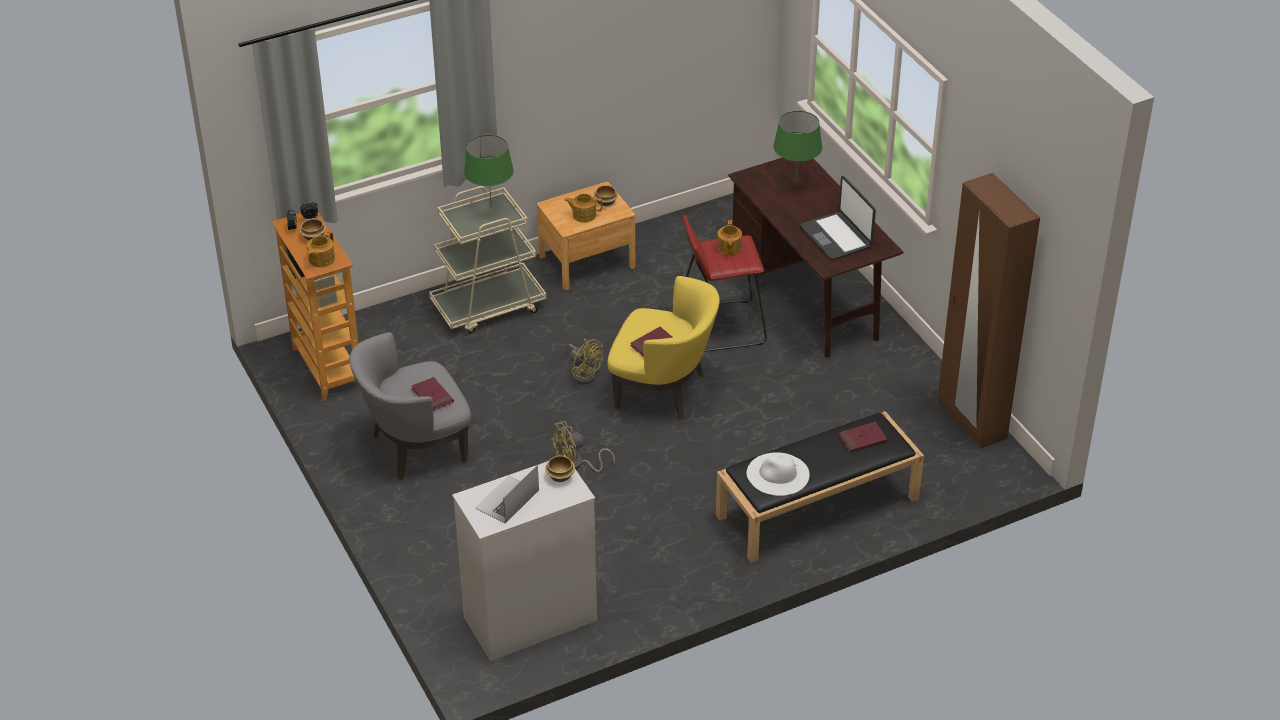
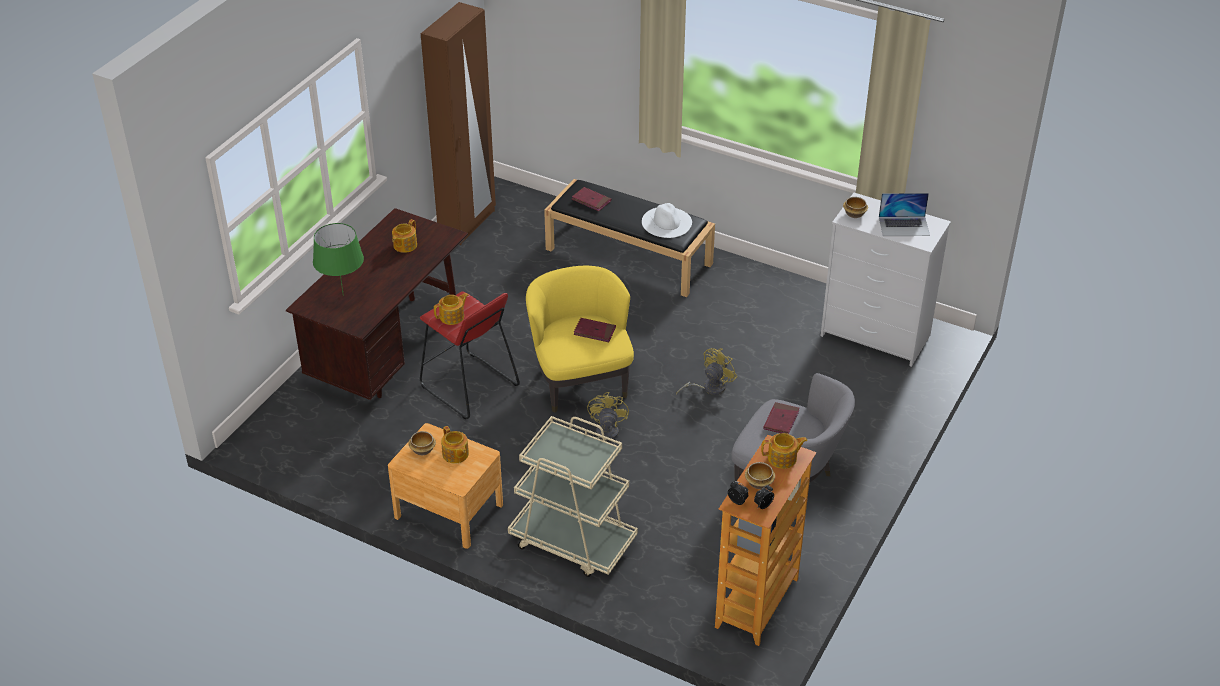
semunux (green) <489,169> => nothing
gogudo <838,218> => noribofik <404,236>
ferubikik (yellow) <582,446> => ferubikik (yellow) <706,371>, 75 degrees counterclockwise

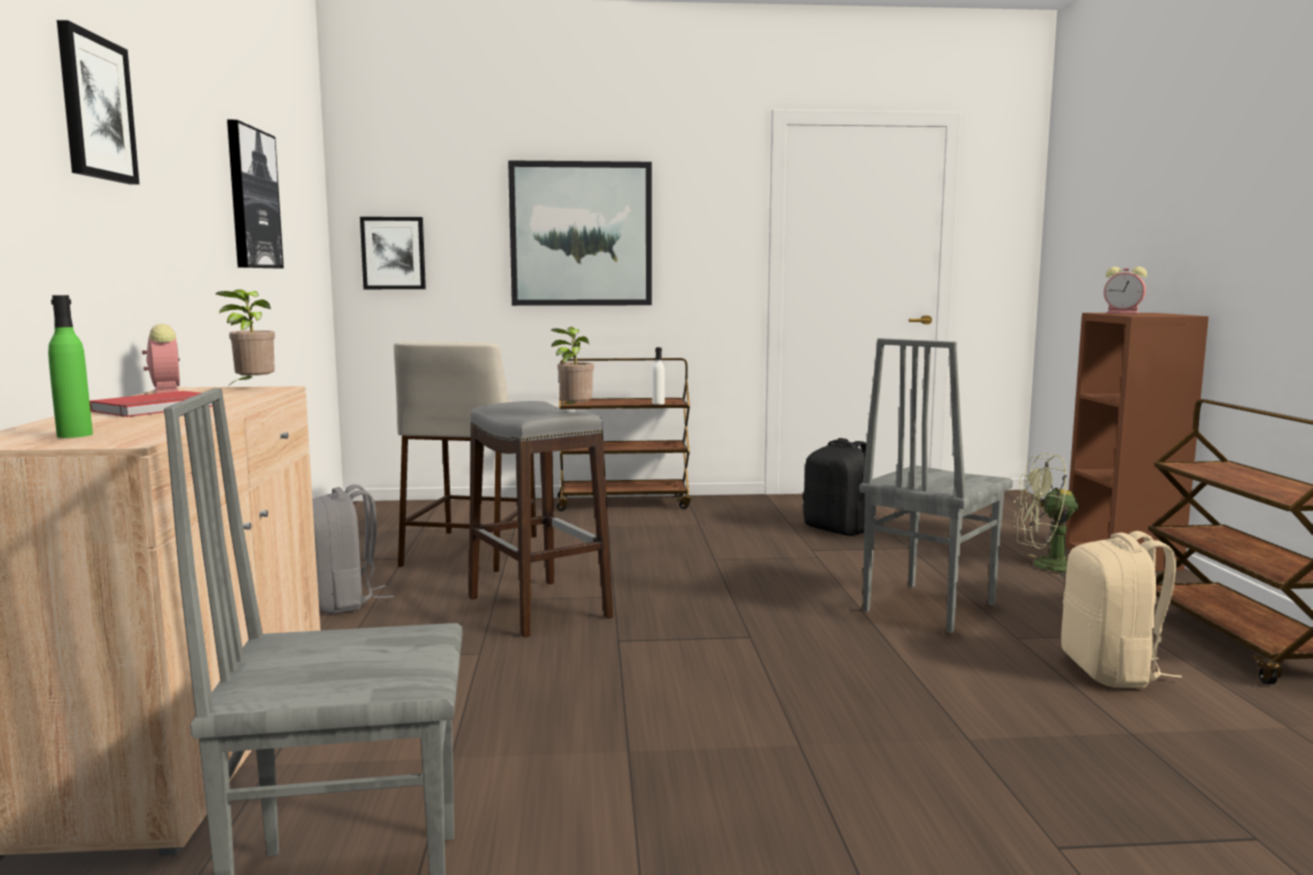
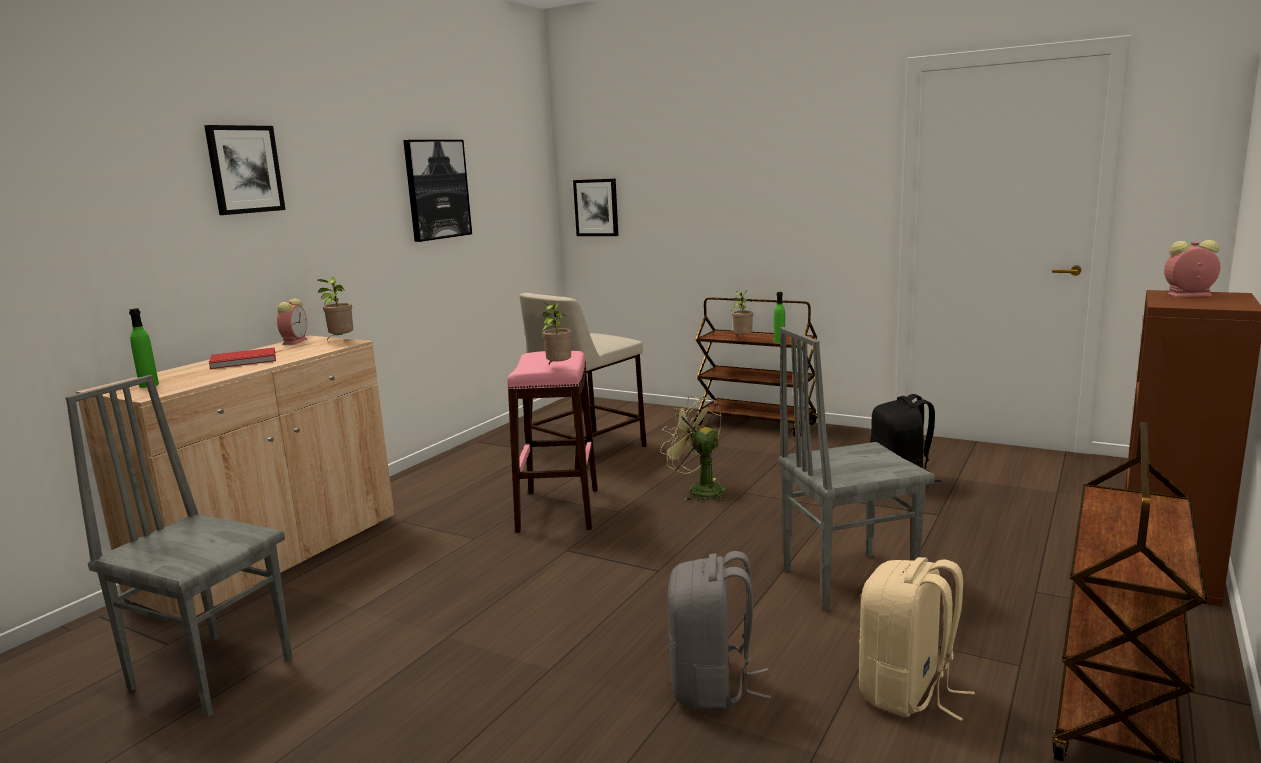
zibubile <580,233> => nothing
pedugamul <1125,290> => pedugamul <1192,268>, 120 degrees clockwise
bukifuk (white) <658,375> => bukifuk (green) <779,317>
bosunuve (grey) <541,519> => bosunuve (pink) <552,442>
ferubikik (green) <1046,515> => ferubikik (green) <693,448>, moved
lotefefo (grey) <353,549> => lotefefo (grey) <719,631>, moved
nothing => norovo <742,313>

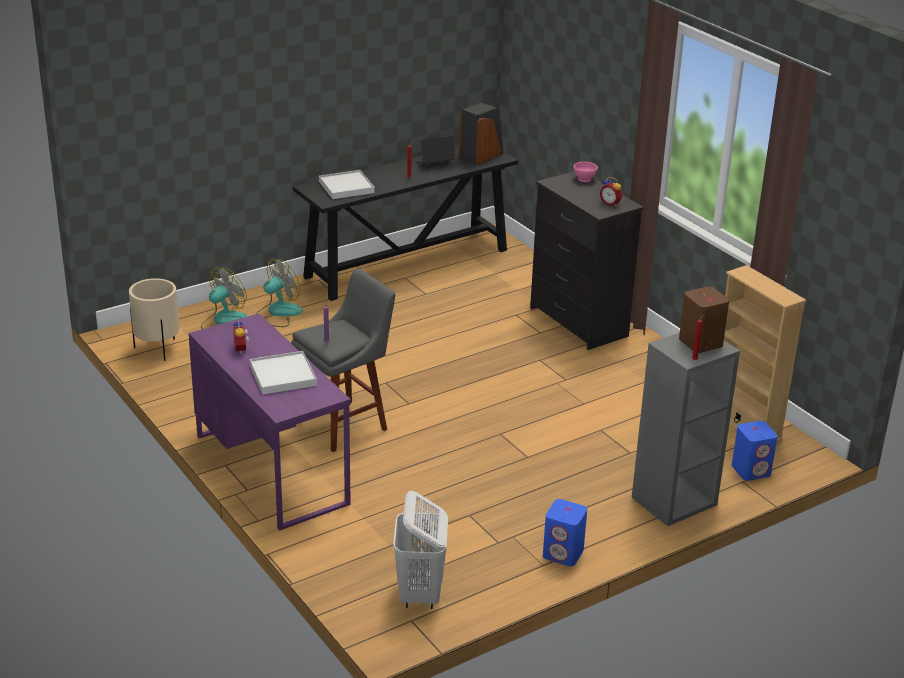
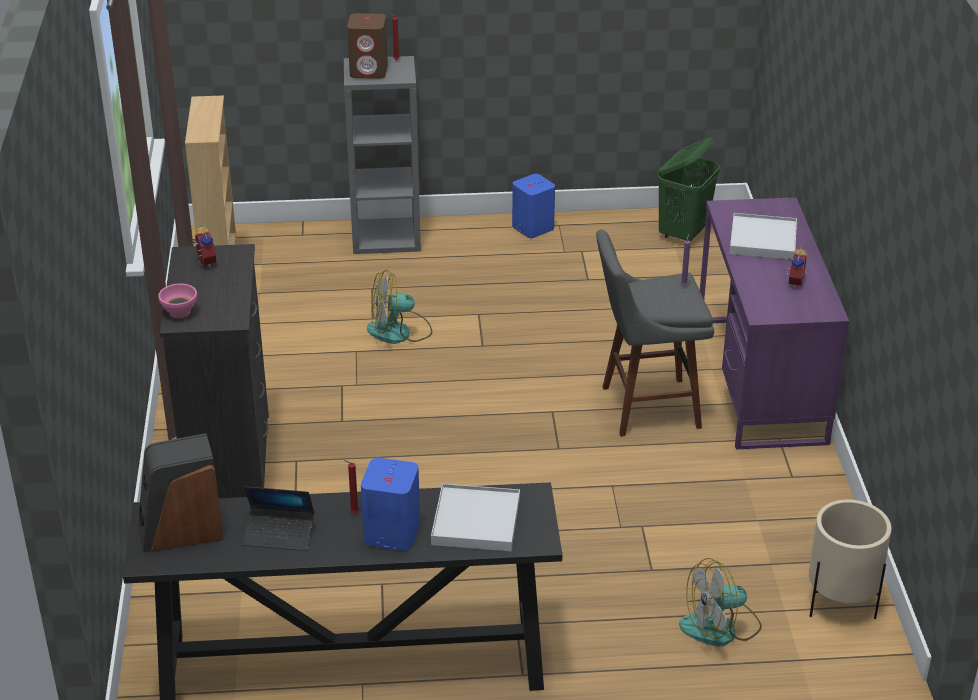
ferubikik <280,293> => ferubikik <400,307>, moved
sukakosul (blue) <754,451> => sukakosul (blue) <390,504>, moved
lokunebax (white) <420,550> => lokunebax (green) <688,189>

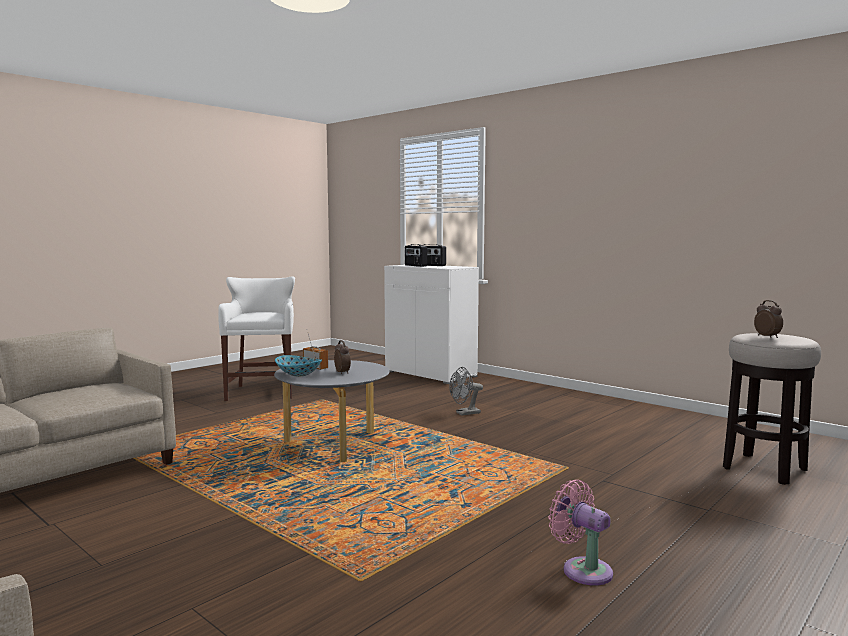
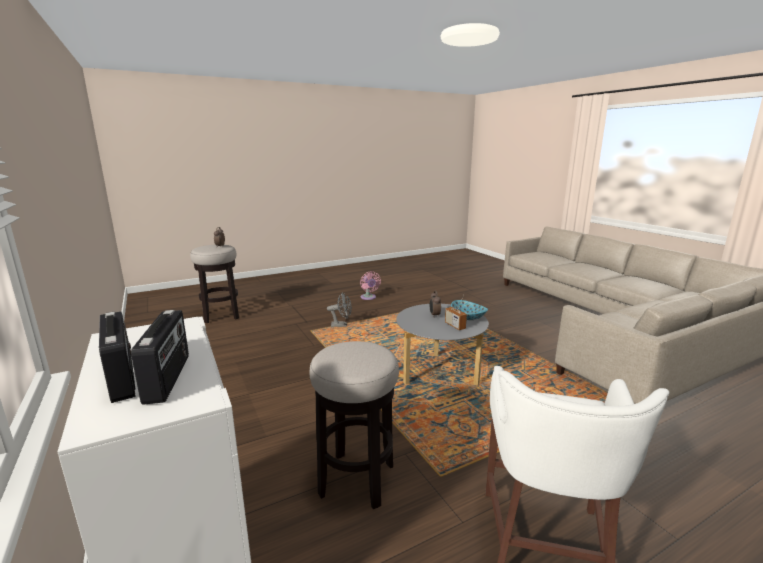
ferubikik (grey) <466,391> => ferubikik (grey) <339,309>, moved
nothing => bosunuve <354,425>

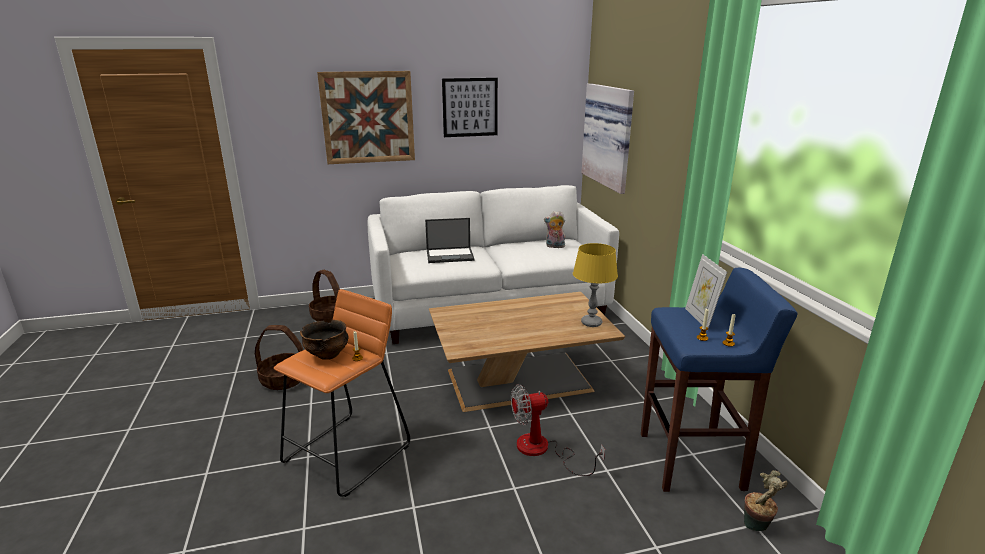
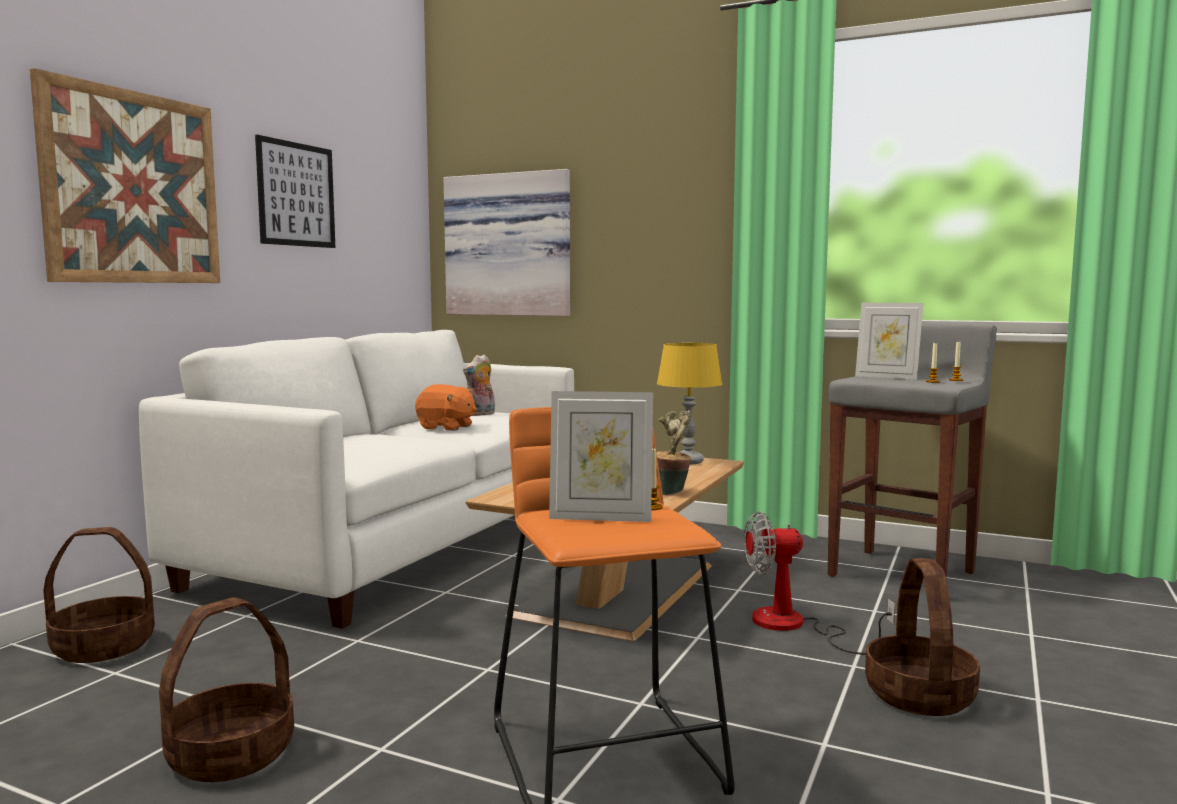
gogudo <449,240> => nothing
bosunuve (blue) <719,380> => bosunuve (grey) <912,449>
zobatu <324,340> => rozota <601,456>
ferubikik <558,430> => ferubikik <819,583>, 60 degrees clockwise
norovo <766,500> => norovo <674,452>, moved
nothing => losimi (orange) <446,407>
nothing => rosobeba <922,637>

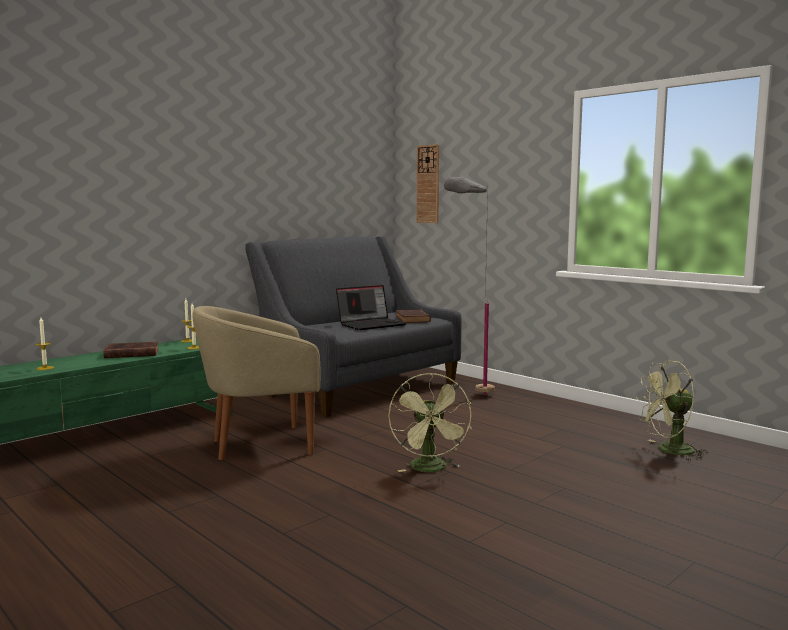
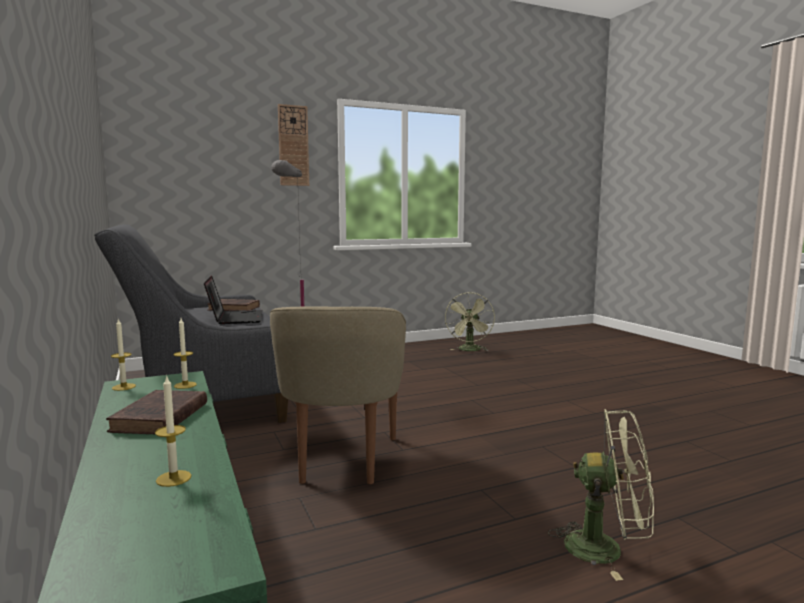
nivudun <427,183> => nivudun <293,145>, moved
ferubikik (green) <429,422> => ferubikik (green) <601,495>, moved

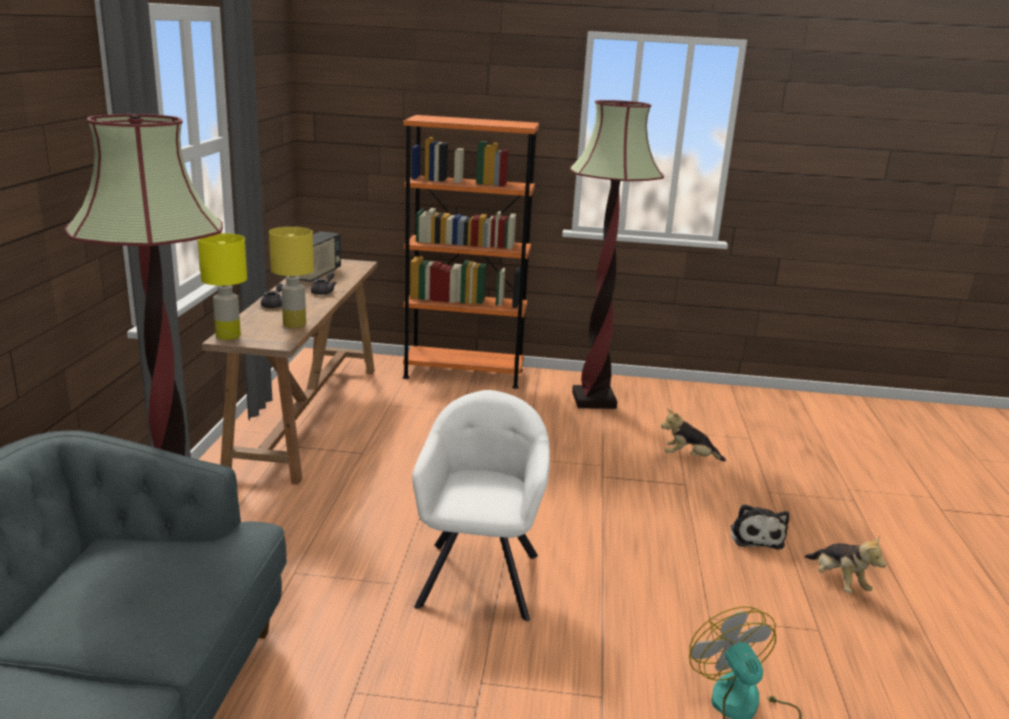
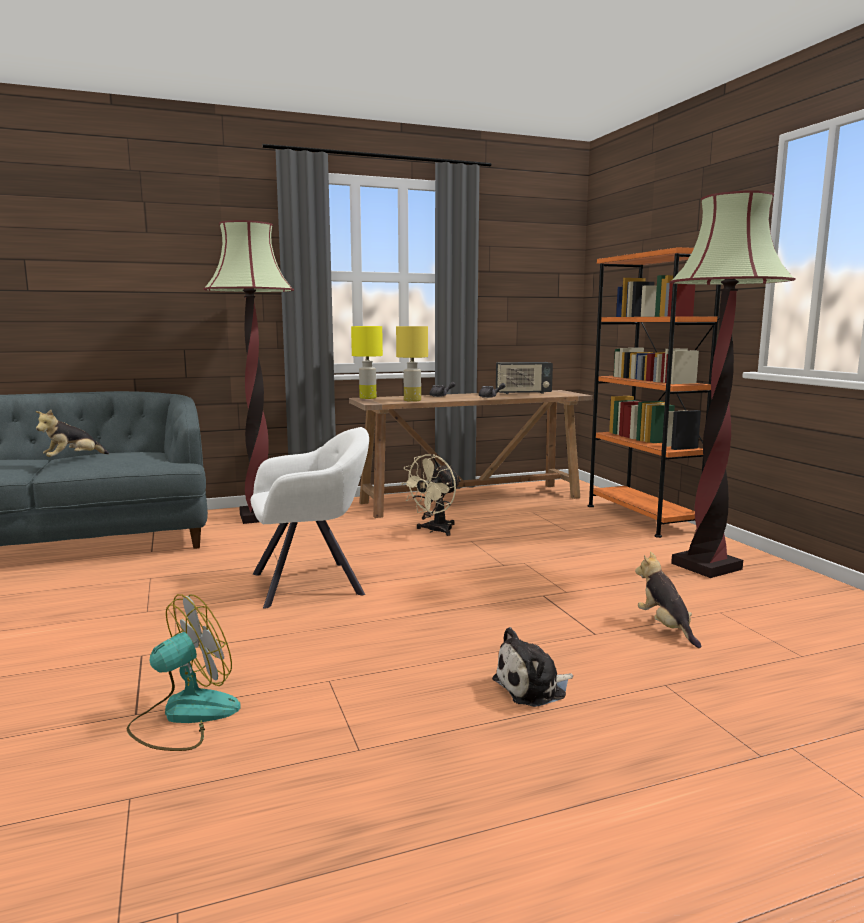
losimi <845,564> => losimi <72,433>, moved
nothing => ferubikik (beige) <431,495>

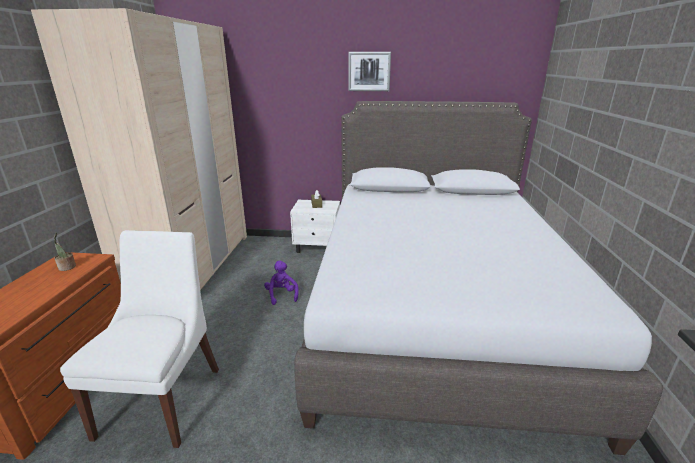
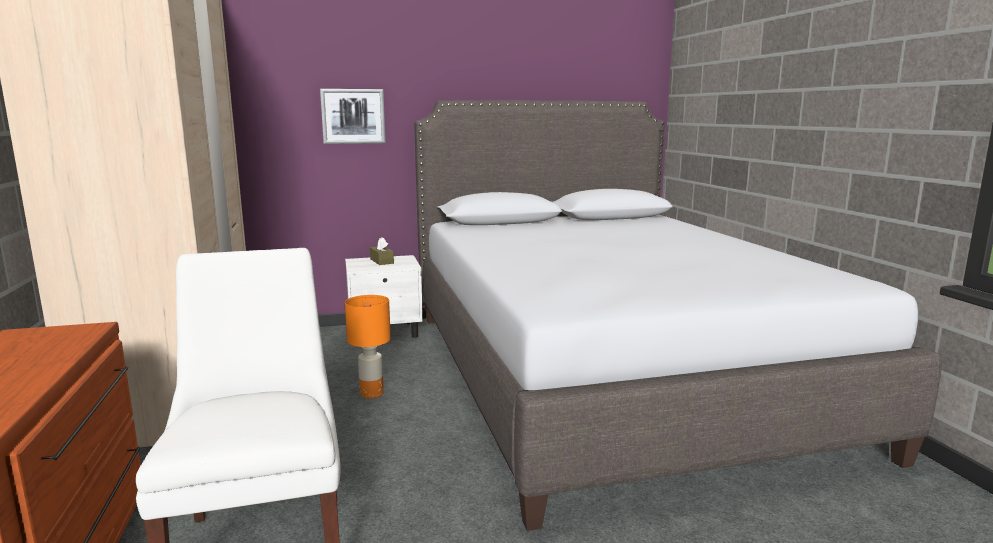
zibubile <369,71> => zibubile <353,116>, moved
norovo <65,251> => nothing
losimi (purple) <281,282> => semunux (orange) <368,347>

